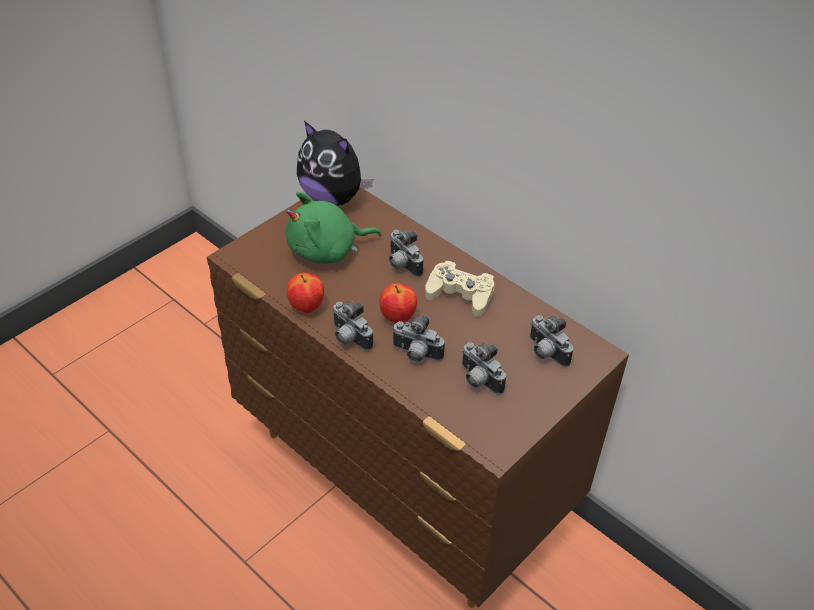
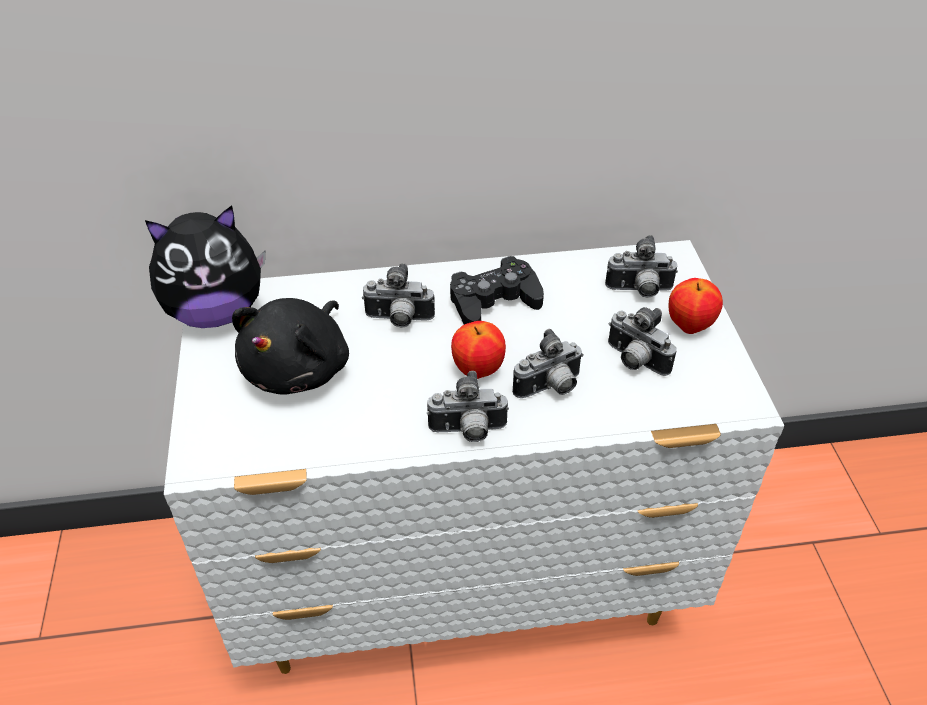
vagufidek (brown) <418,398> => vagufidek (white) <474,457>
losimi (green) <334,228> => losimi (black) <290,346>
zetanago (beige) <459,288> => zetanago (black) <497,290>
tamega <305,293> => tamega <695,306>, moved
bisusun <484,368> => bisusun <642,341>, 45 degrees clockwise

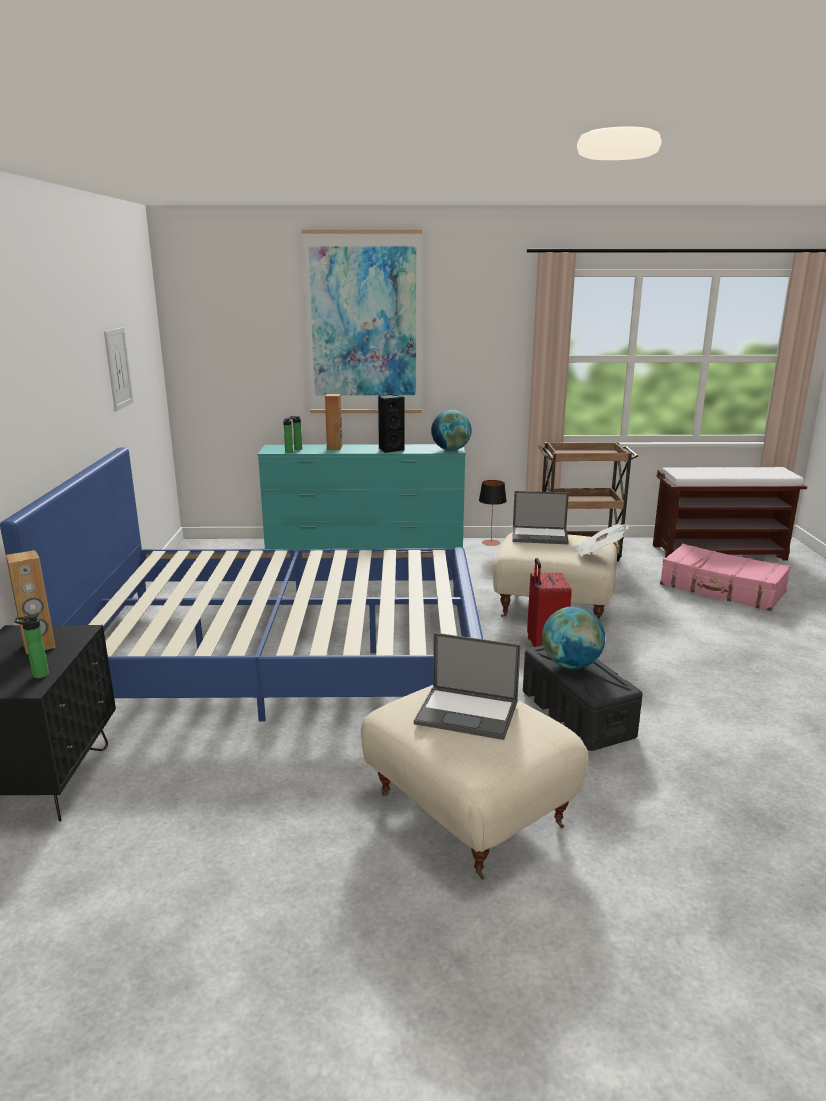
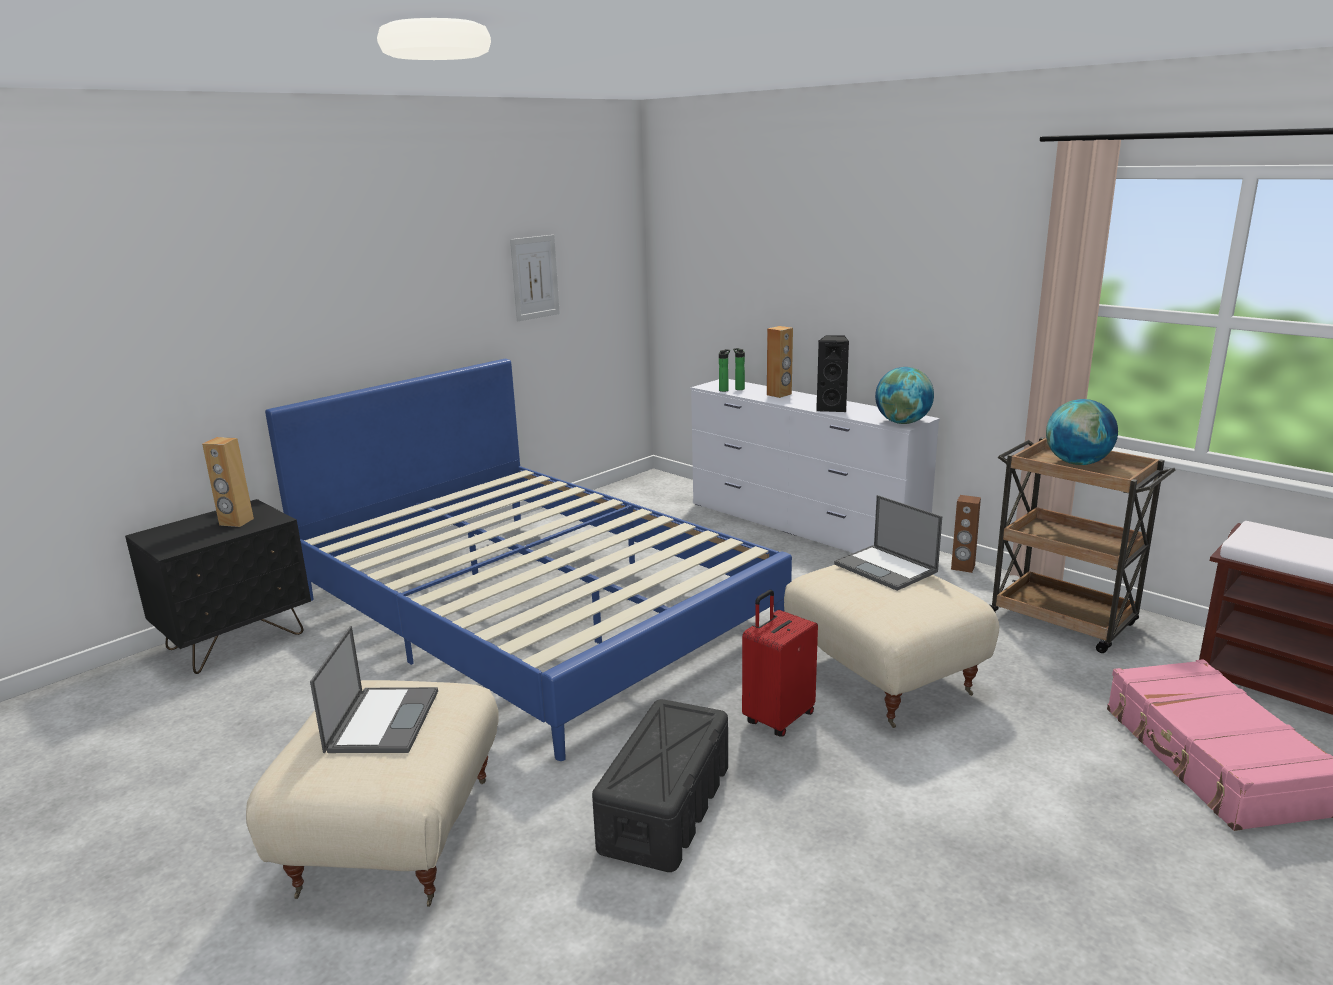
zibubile <362,321> => nothing
vagufidek (turquoise) <362,496> => vagufidek (white) <815,466>
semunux <493,513> => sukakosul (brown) <966,534>
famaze <600,540> => nothing
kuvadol <573,638> => kuvadol <1082,432>, moved
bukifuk <32,646> => nothing
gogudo <467,686> => gogudo <374,689>, 150 degrees counterclockwise

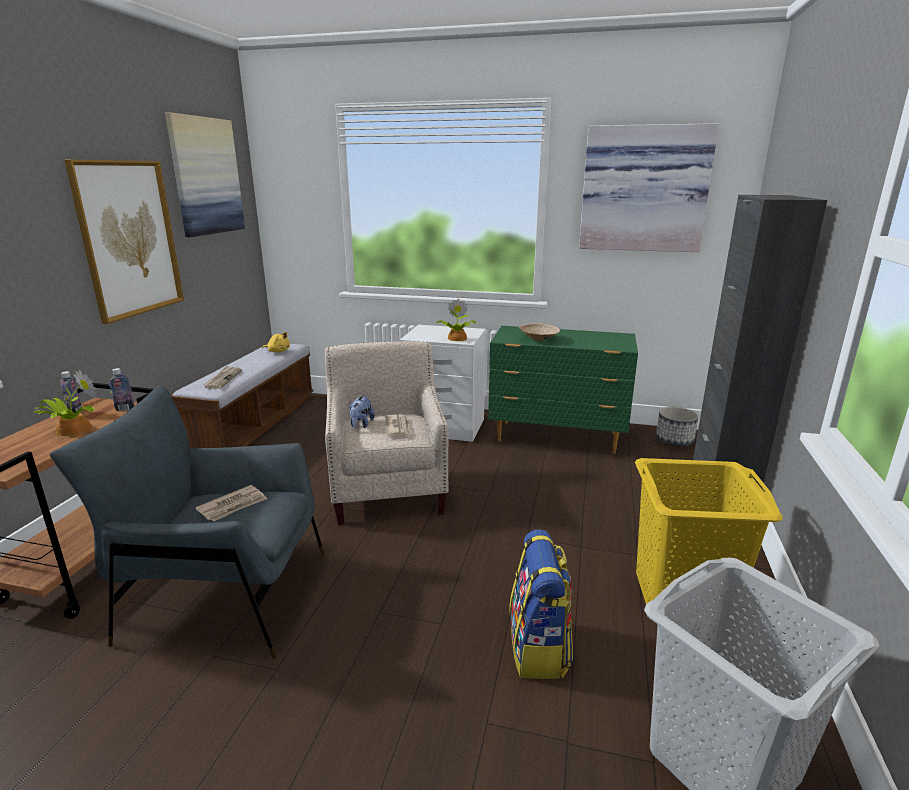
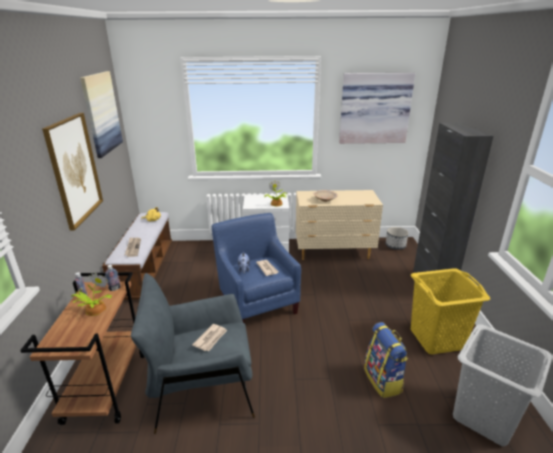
vagufidek (green) <563,390> => vagufidek (beige) <339,225>
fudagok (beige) <387,433> => fudagok (blue) <256,268>

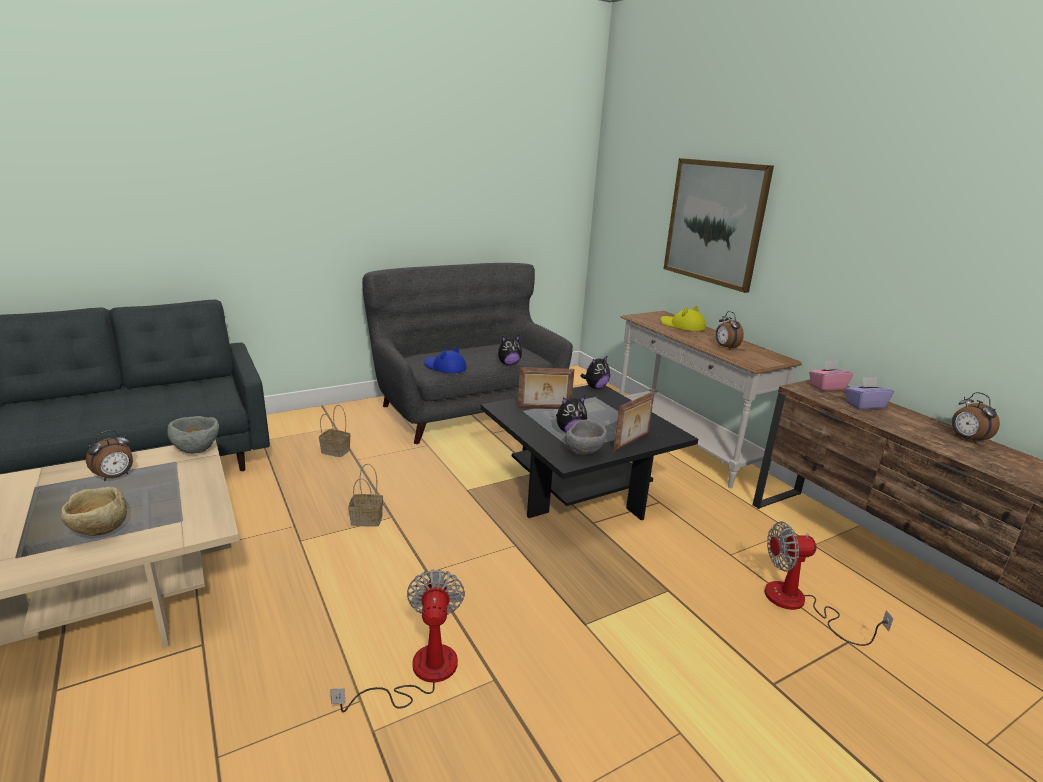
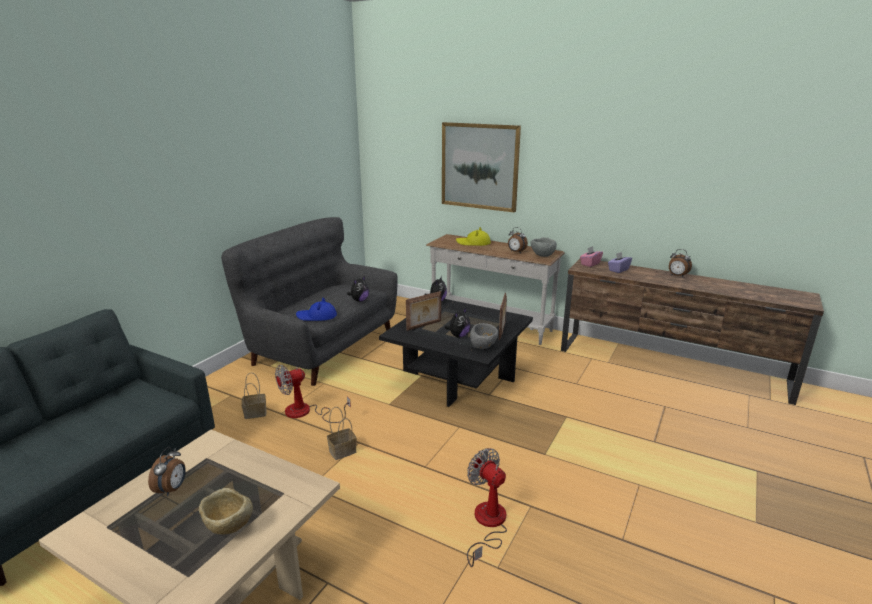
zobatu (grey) <193,435> => zobatu (grey) <544,247>, moved
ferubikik <829,583> => ferubikik <313,394>, moved

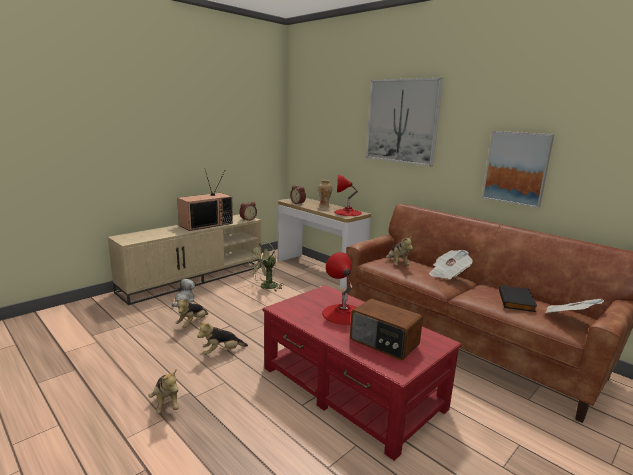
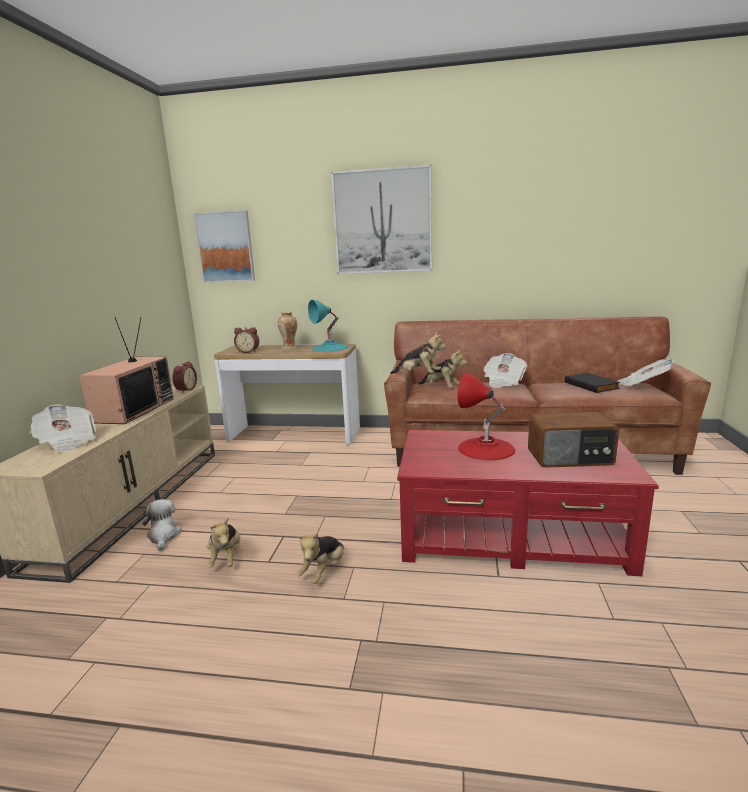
zibubile <518,169> => zibubile <224,246>, moved
semunux (red) <348,195> => semunux (turquoise) <328,326>
ferubikik (green) <266,266> => nothing
losimi <163,391> => losimi <418,353>, moved
nothing => famaze <63,428>

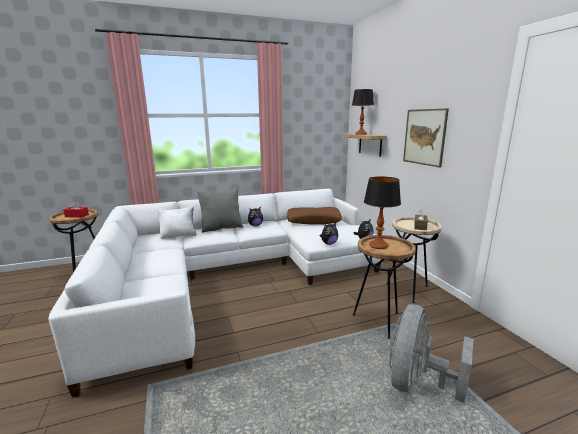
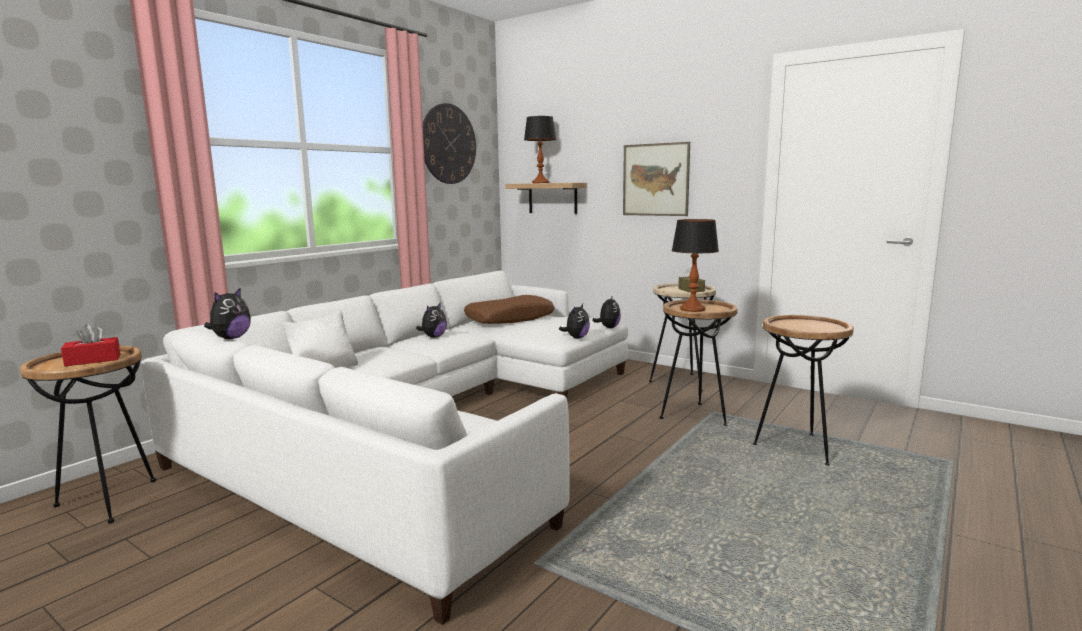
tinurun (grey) <220,210> => nothing
ferubikik (grey) <431,353> => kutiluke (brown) <803,390>
nothing => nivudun <449,143>
nothing => losimi <227,313>

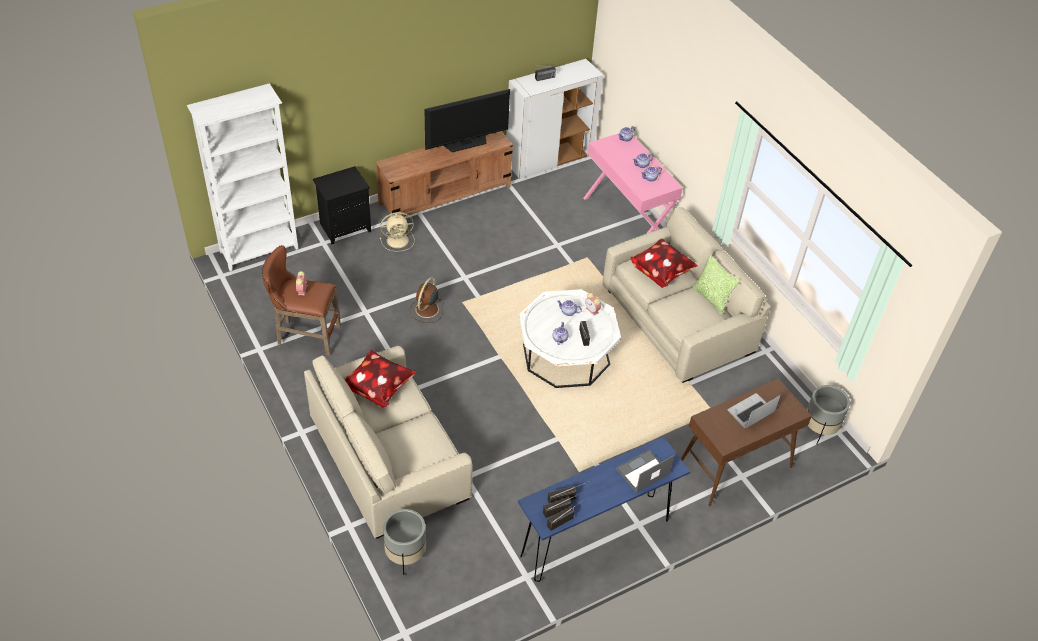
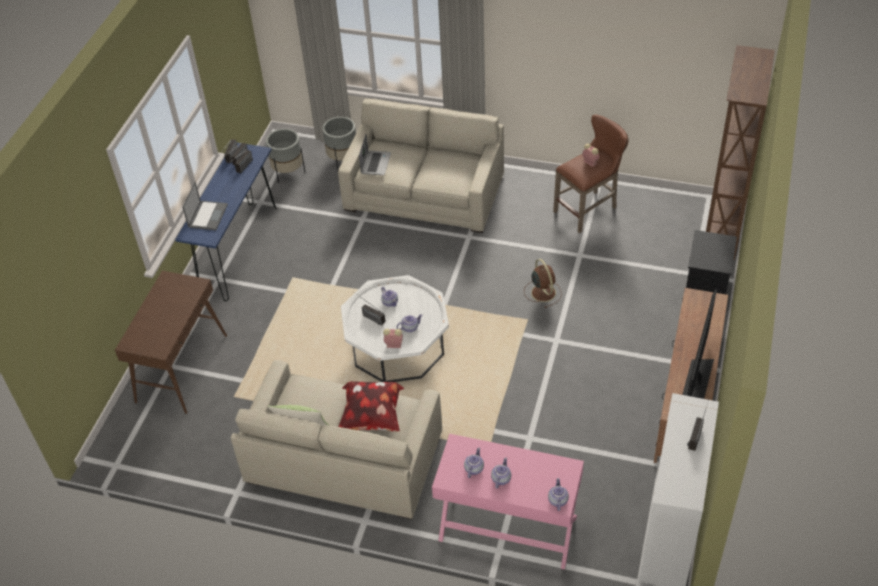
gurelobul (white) <242,177> => gurelobul (brown) <740,152>
ferubikik (beige) <397,232> => nothing
tinurun <380,378> => nothing
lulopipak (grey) <828,415> => lulopipak (grey) <285,156>, moved
gogudo <754,411> => gogudo <375,154>, moved

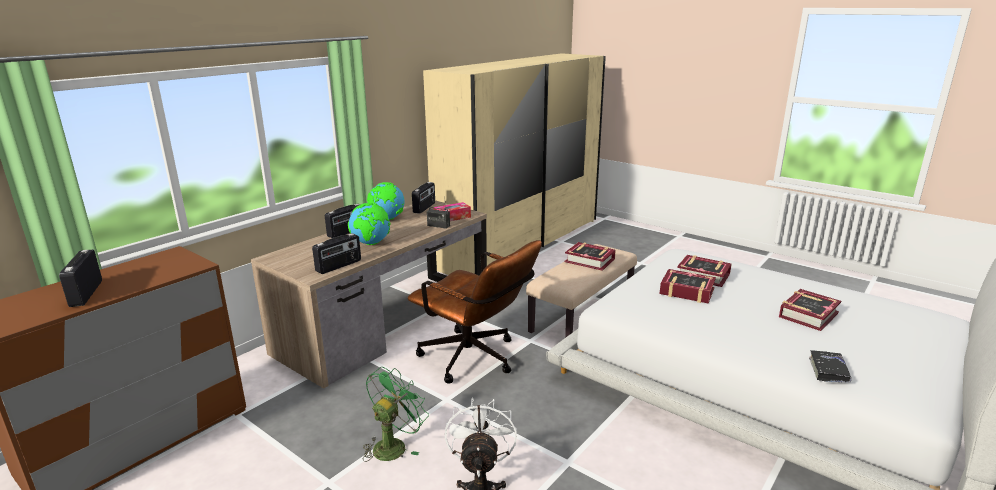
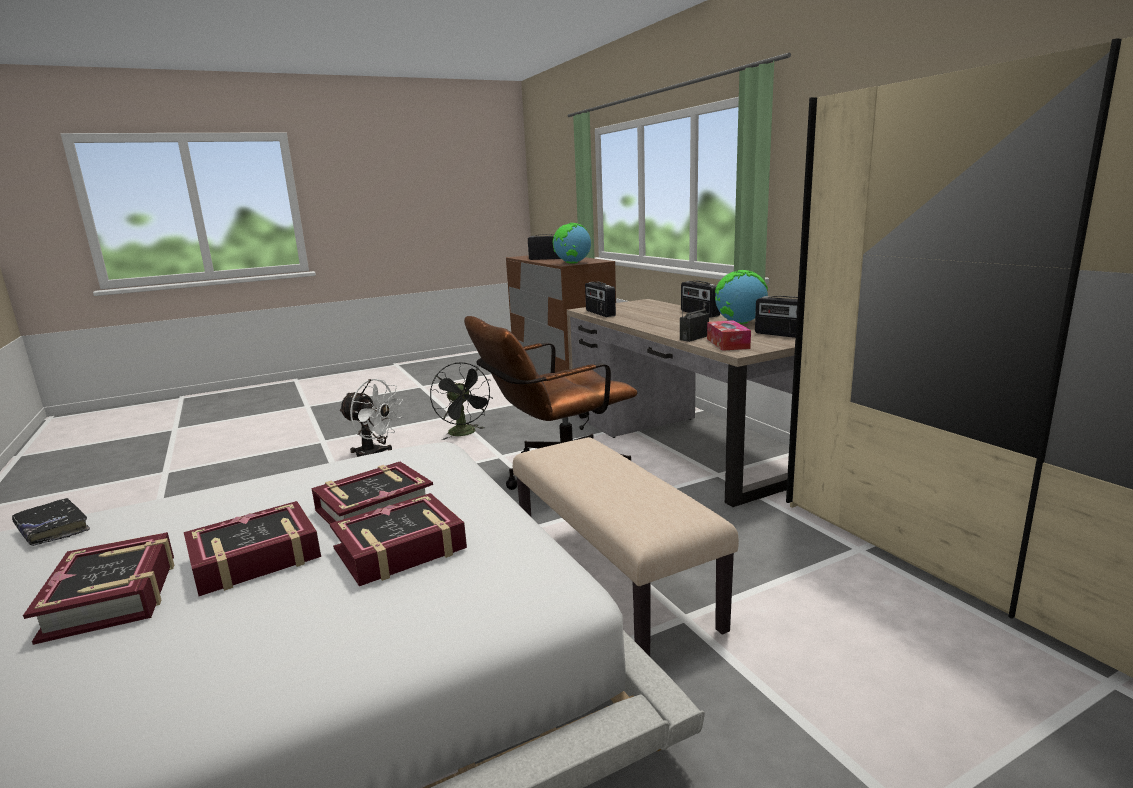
kuvadol <369,224> => kuvadol <572,243>, moved
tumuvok <590,256> => tumuvok <252,548>, moved
ferubikik (green) <396,414> => ferubikik (black) <461,401>

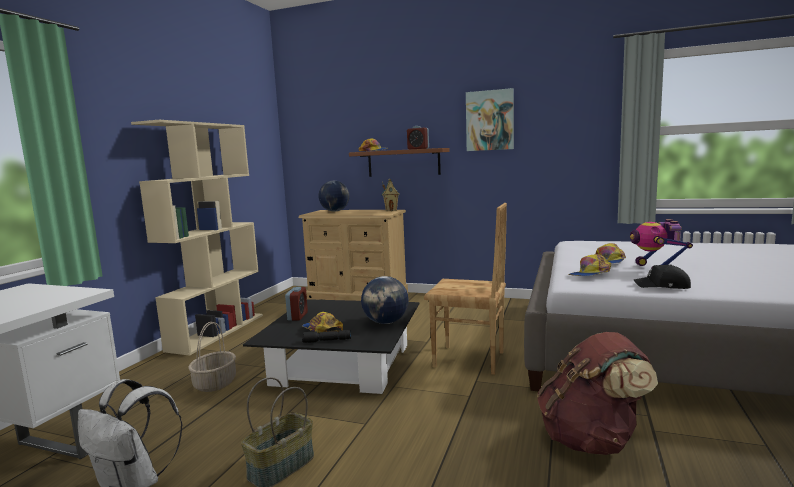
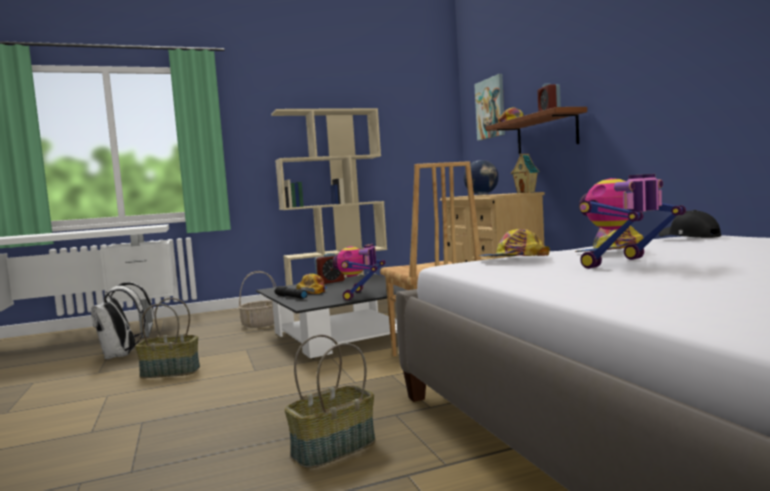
zibubile <490,119> => zibubile <489,107>, moved
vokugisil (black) <662,276> => vokugisil (black) <690,224>, moved
kuvadol <385,300> => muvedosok <359,272>
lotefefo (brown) <597,393> => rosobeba <330,401>

